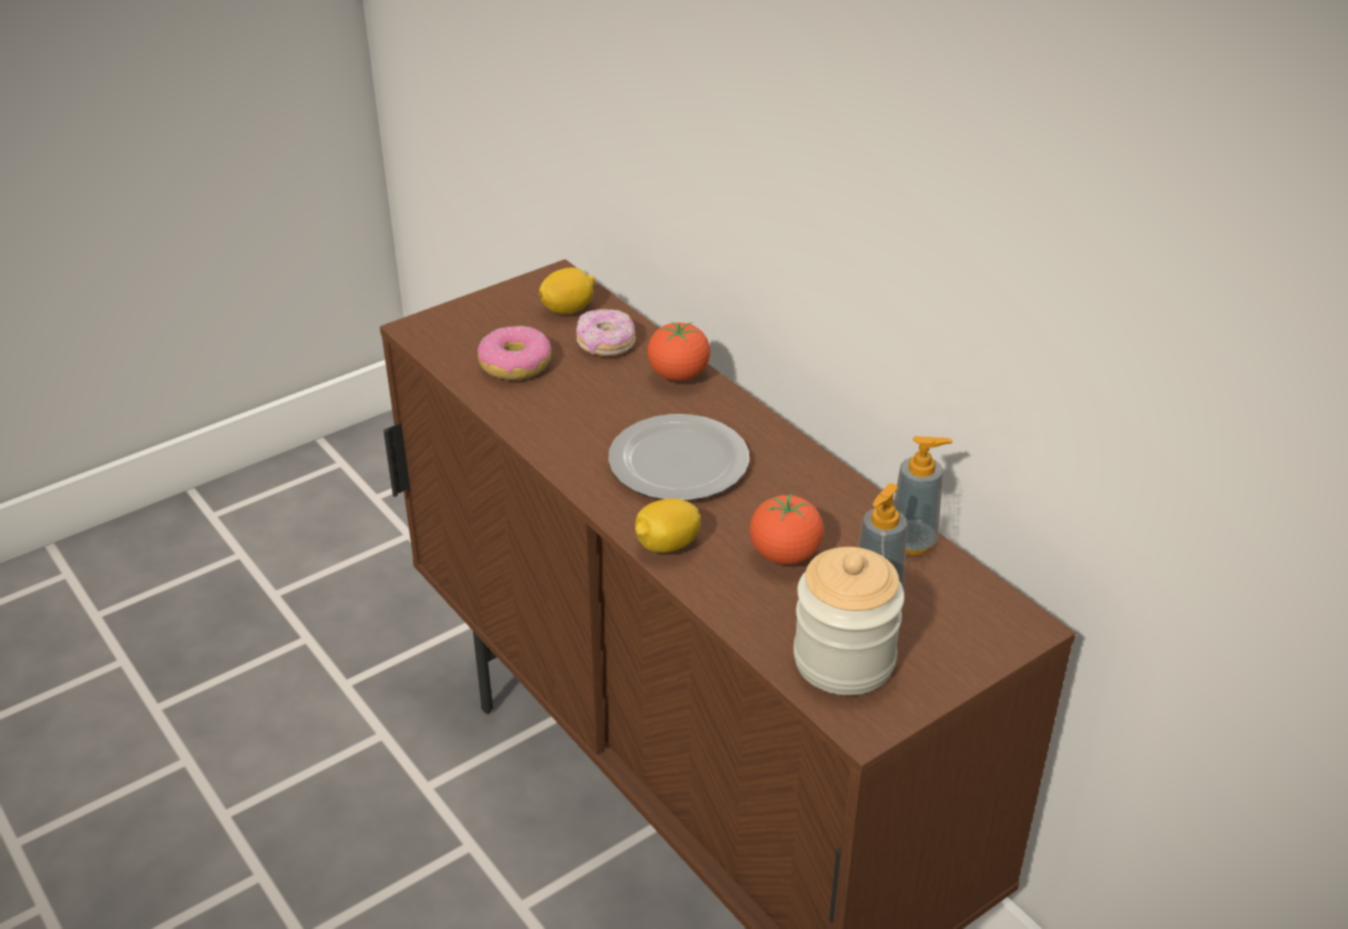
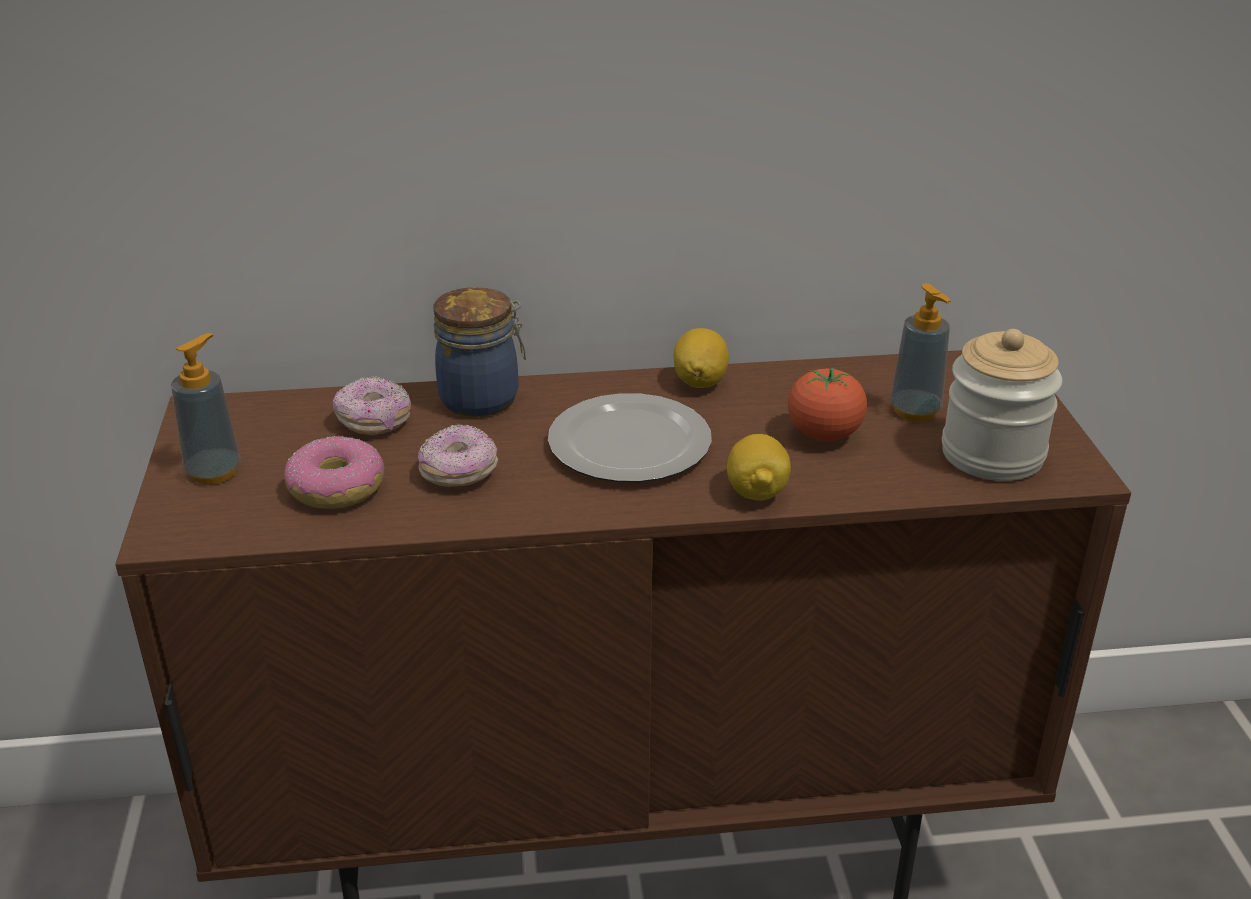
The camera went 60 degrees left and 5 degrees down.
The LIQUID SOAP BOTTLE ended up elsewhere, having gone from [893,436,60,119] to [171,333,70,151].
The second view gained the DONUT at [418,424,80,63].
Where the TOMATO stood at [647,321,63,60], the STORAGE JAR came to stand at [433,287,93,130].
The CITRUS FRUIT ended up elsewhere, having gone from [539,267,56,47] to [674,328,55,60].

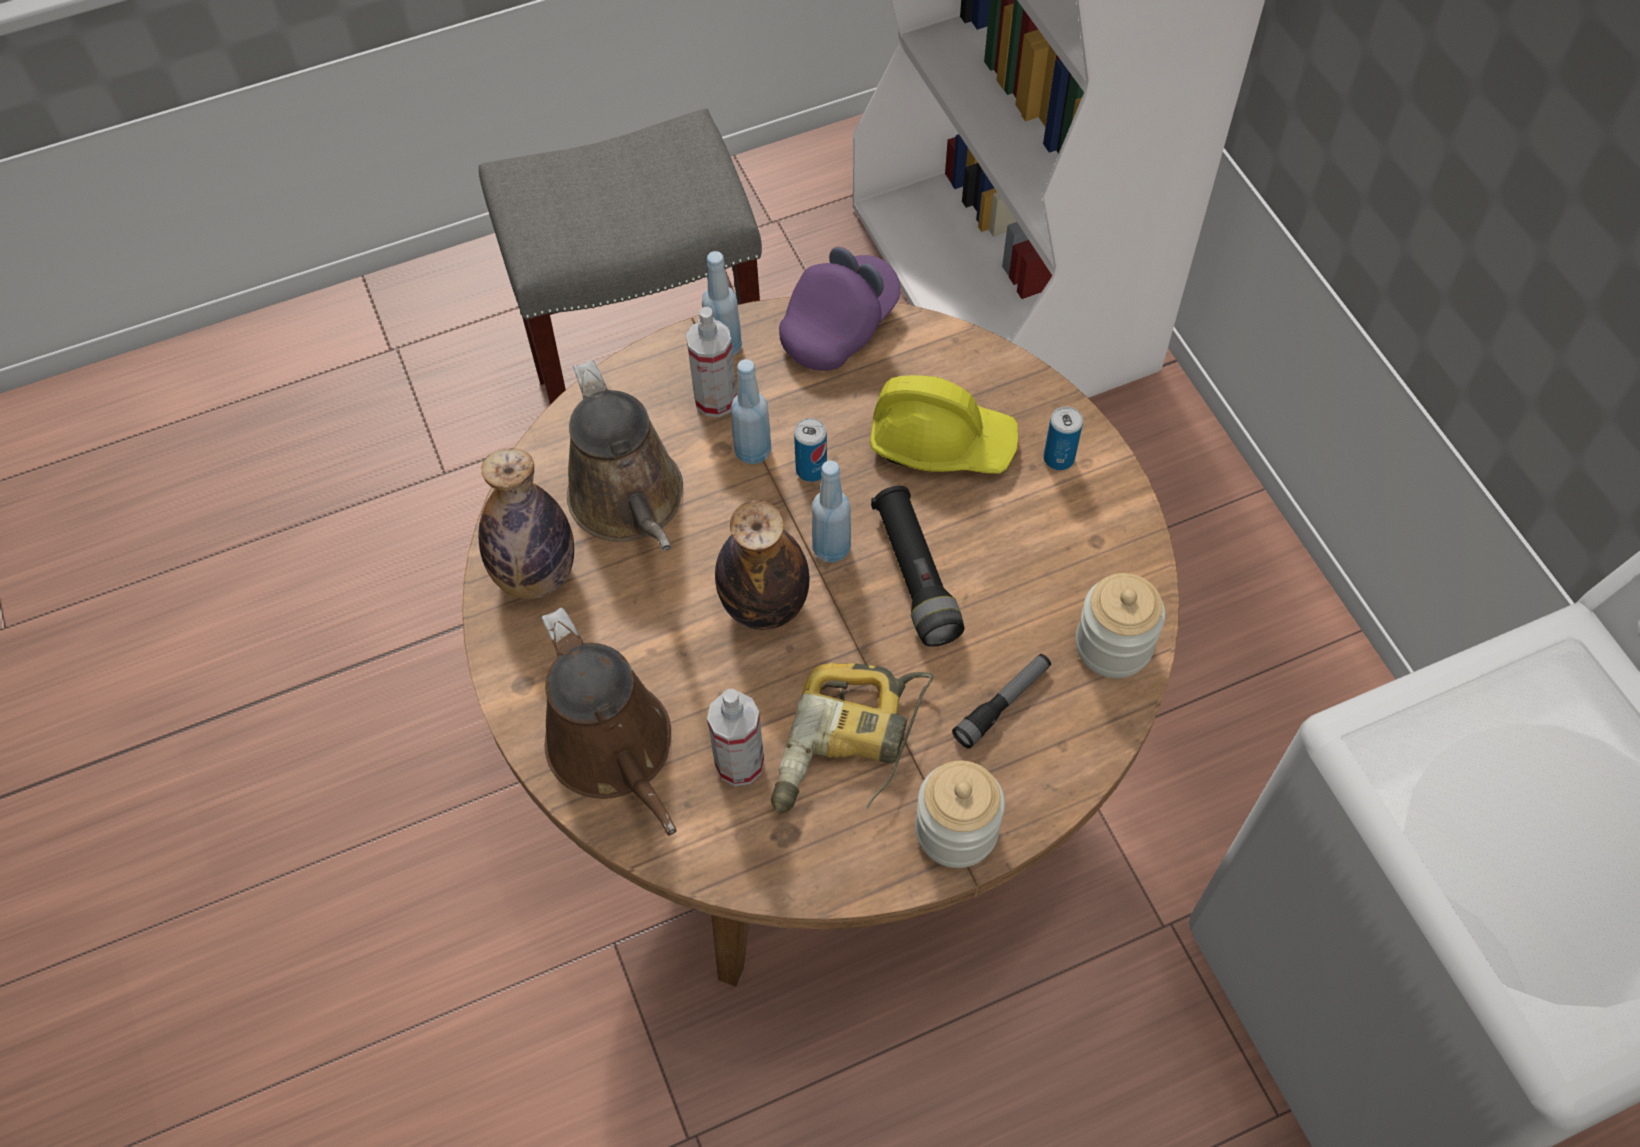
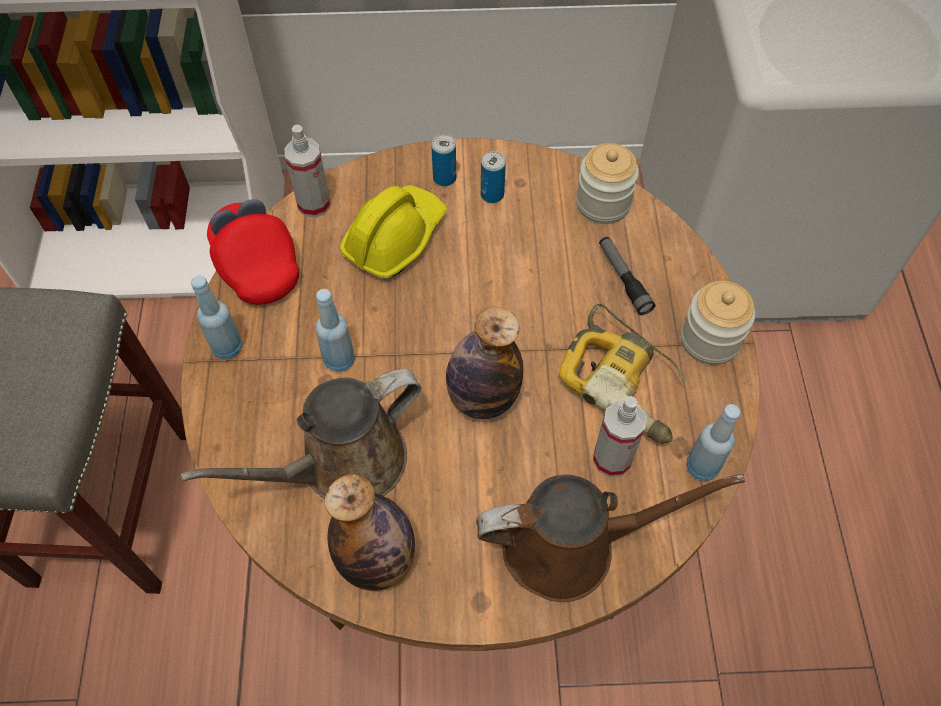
The camera went 70 degrees left and 0 degrees up.
The BROWN SPRINKLING CAN at [567,360,116,191] ended up facing another way, 150 degrees clockwise from before.
What was the PURPLISH CAP at [779,247,121,124] turned into the RED CAP at [207,199,93,106].
The HAND SPRAYER ended up elsewhere, having gone from [686,307,51,110] to [284,125,47,93].
The METAL CAN ended up elsewhere, having gone from [794,418,33,64] to [481,151,25,52].
The BLUE-COLOURED BOTTLE ended up elsewhere, having gone from [812,460,39,103] to [686,404,55,77].
The second view lost the BLACK FLASHLIGHT at [871,486,94,161].

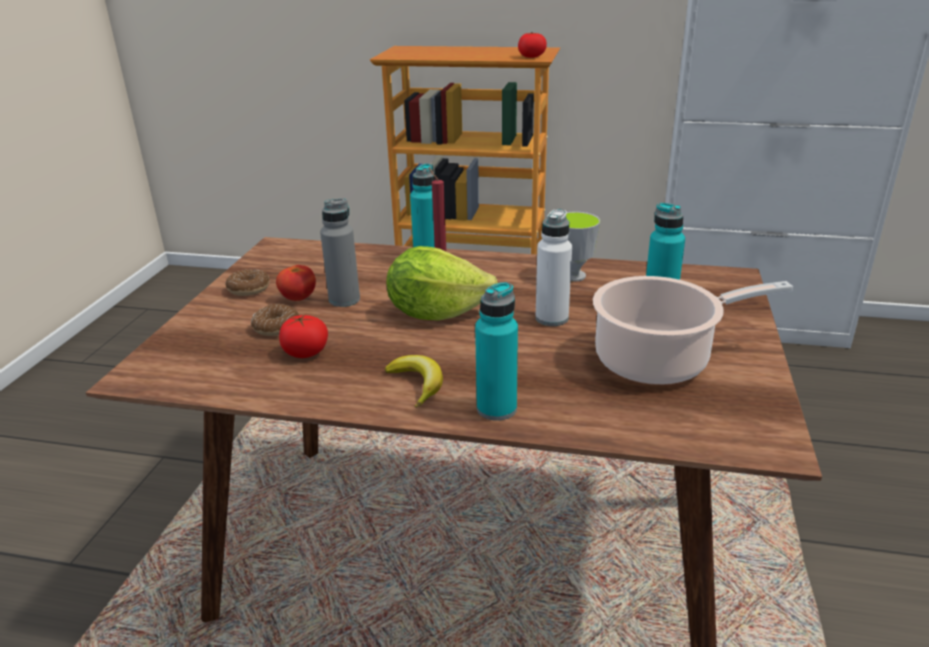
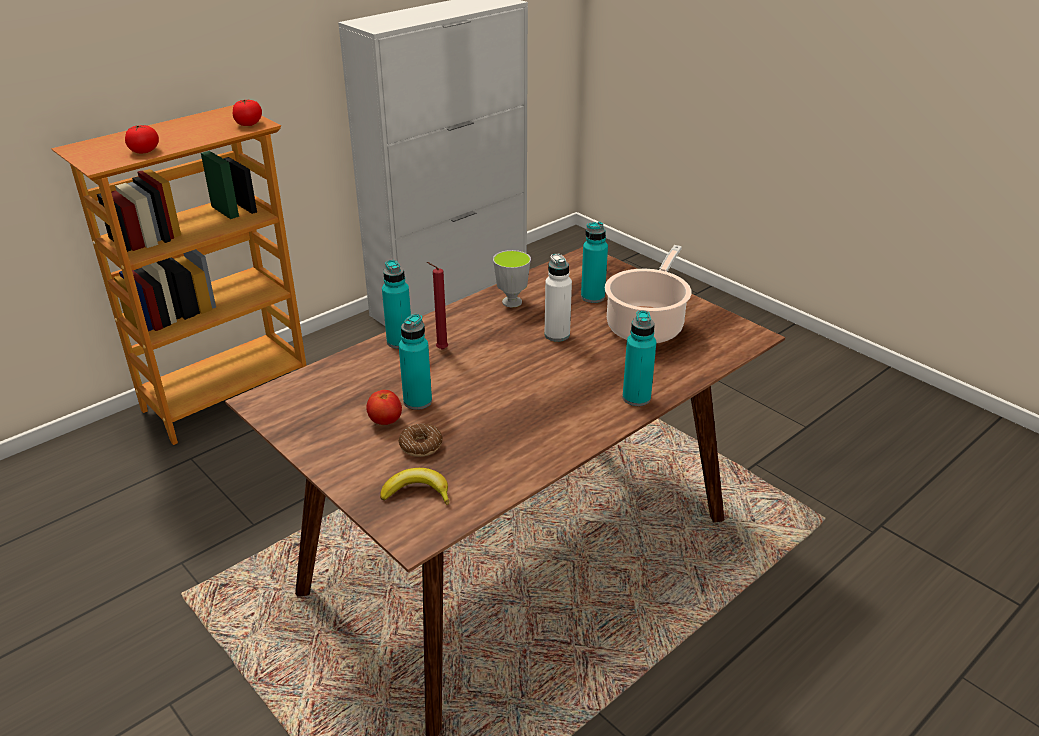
The camera went 55 degrees left and 5 degrees up.
The TOMATO ended up elsewhere, having gone from [279,315,49,43] to [125,125,34,28].
The WHOLE BANANA ended up elsewhere, having gone from [385,355,58,53] to [380,468,69,37].
What was the GRAY BOTTLE at [320,198,40,109] turned into the BLUE-GREEN BOTTLE at [399,314,33,96].
The second view lost the DONUT at [226,270,44,26].
The second view lost the HEAD OF LETTUCE at [386,246,112,75].

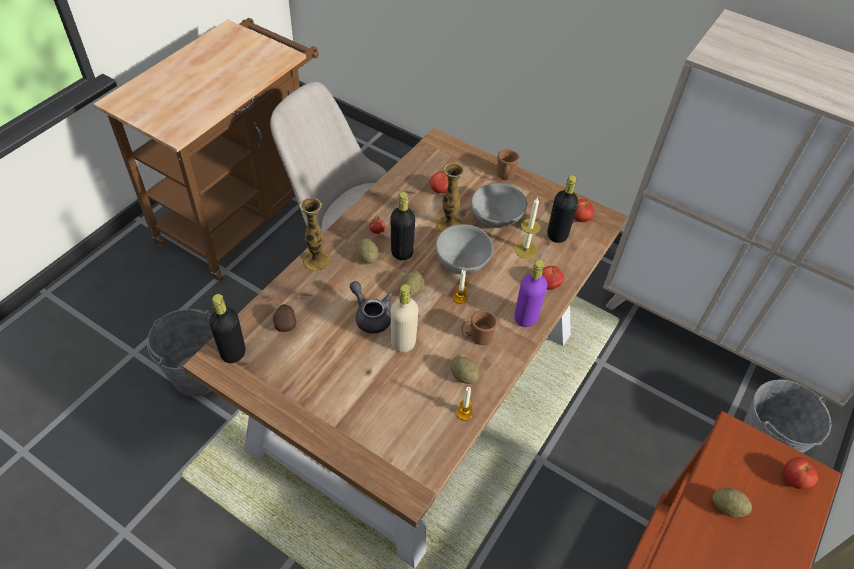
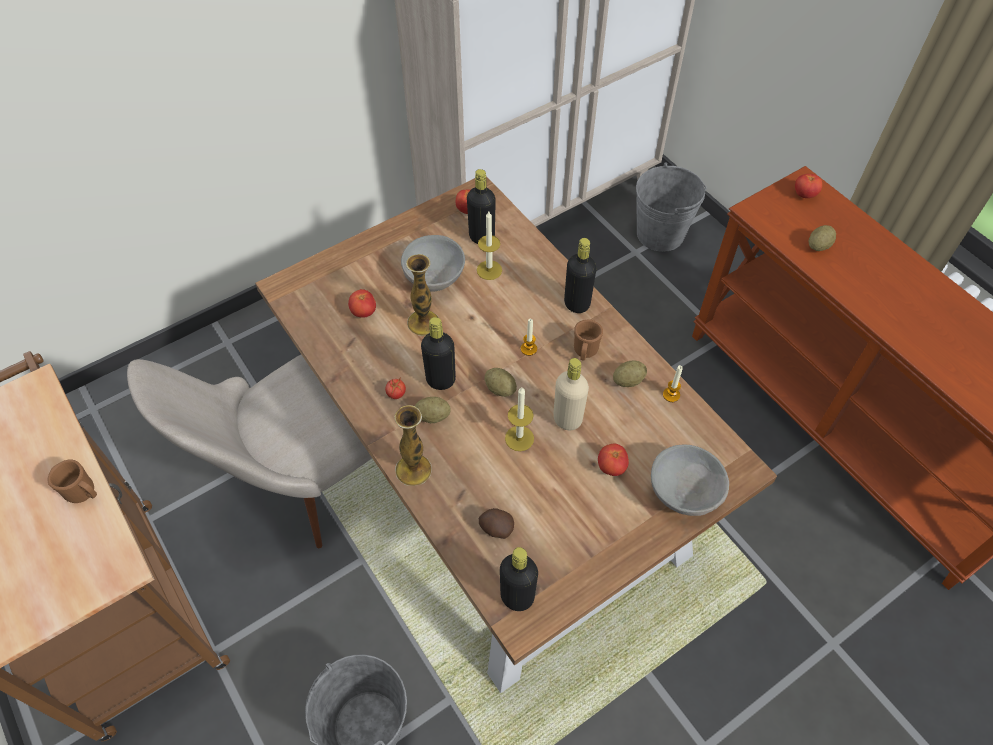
The camera went 65 degrees left and 5 degrees up.
The BROWN MUG ended up elsewhere, having gone from [496,149,23,31] to [47,459,50,44].
Where the GRAY POT FOR TEA stood at [350,281,42,52], the WAX CANDLE came to stand at [505,387,29,64].
What was the PURPLISH BOTTLE at [514,259,33,68] turned into the BLACK BOTTLE at [564,238,32,75].
The TOMATO ended up elsewhere, having gone from [542,266,22,24] to [598,444,31,32].
The GRAY BOWL ended up elsewhere, having gone from [435,224,58,50] to [651,445,78,71].

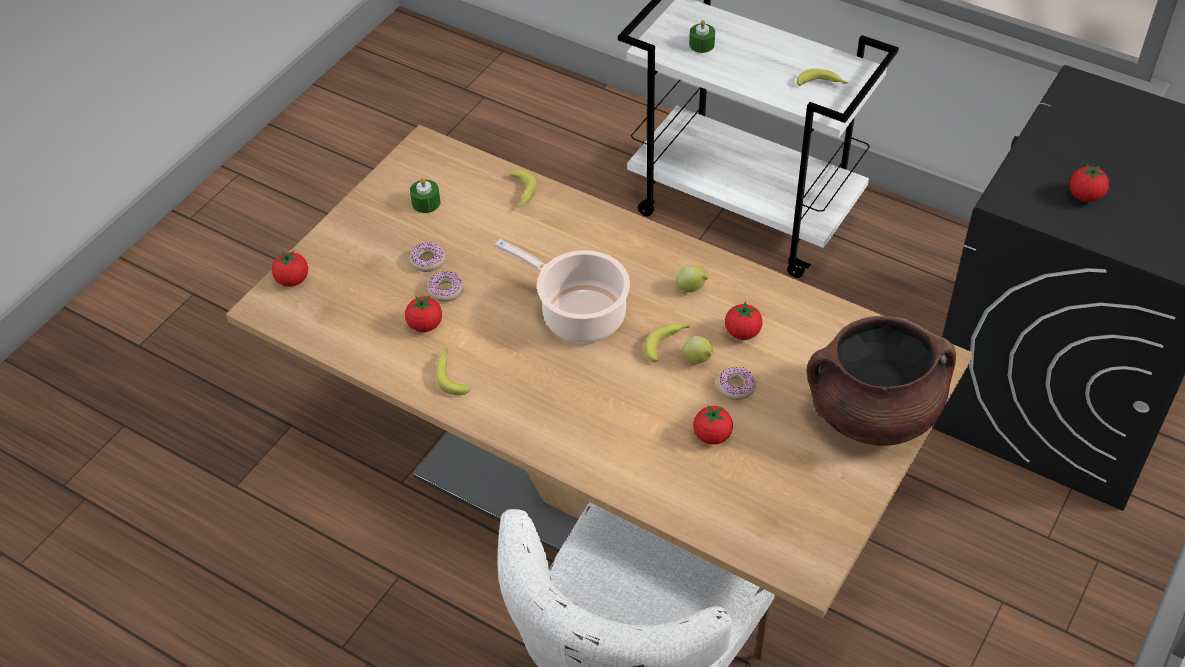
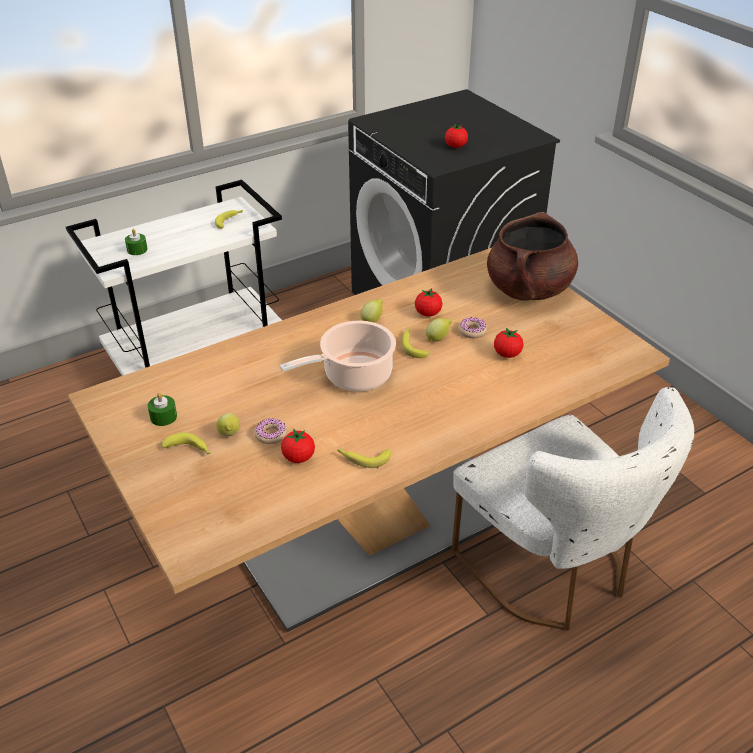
The camera went 65 degrees left and 10 degrees down.
The WHOLE BANANA ended up elsewhere, having gone from [509,169,28,39] to [162,432,49,23].
Where the DONUT stood at [410,243,36,29], the CITRUS FRUIT came to stand at [216,413,24,23].
The second view lost the TOMATO at [272,251,36,36].

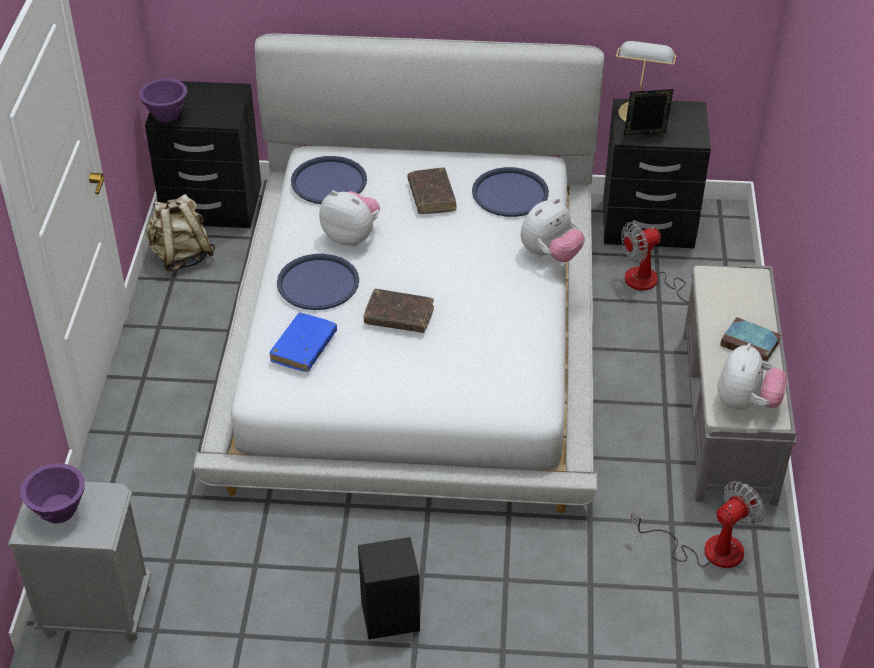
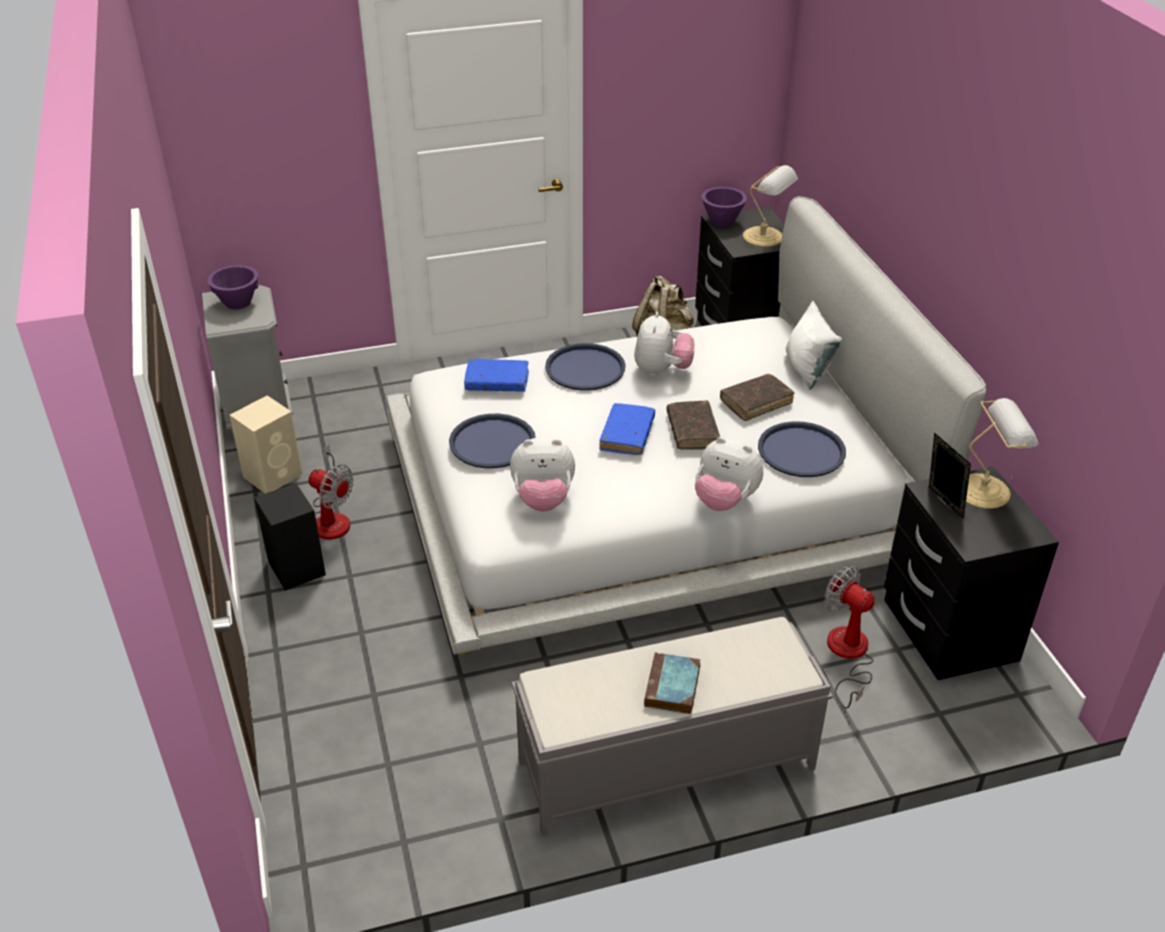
The camera went 70 degrees right and 5 degrees down.
The second view gained the BEIGE LOUDSPEAKER at [230,395,73,98].
The COOLING FAN ended up elsewhere, having gone from [631,481,134,87] to [308,444,46,95].
The BLUE-COLOURED TRAY ended up elsewhere, having gone from [291,156,76,48] to [449,414,87,54].
The SOFT TOY ended up elsewhere, having gone from [718,343,69,67] to [510,437,65,75].
The second view gained the BLUE-COLOURED BOUND BOOK at [599,403,56,52].
The BROWN BOUND BOOK ended up elsewhere, having gone from [363,289,71,44] to [667,400,53,50].
The second view gained the LAMP FOR A TABLE at [743,165,55,82].
The second view gained the WHITISH THROW PILLOW at [786,301,56,89].

